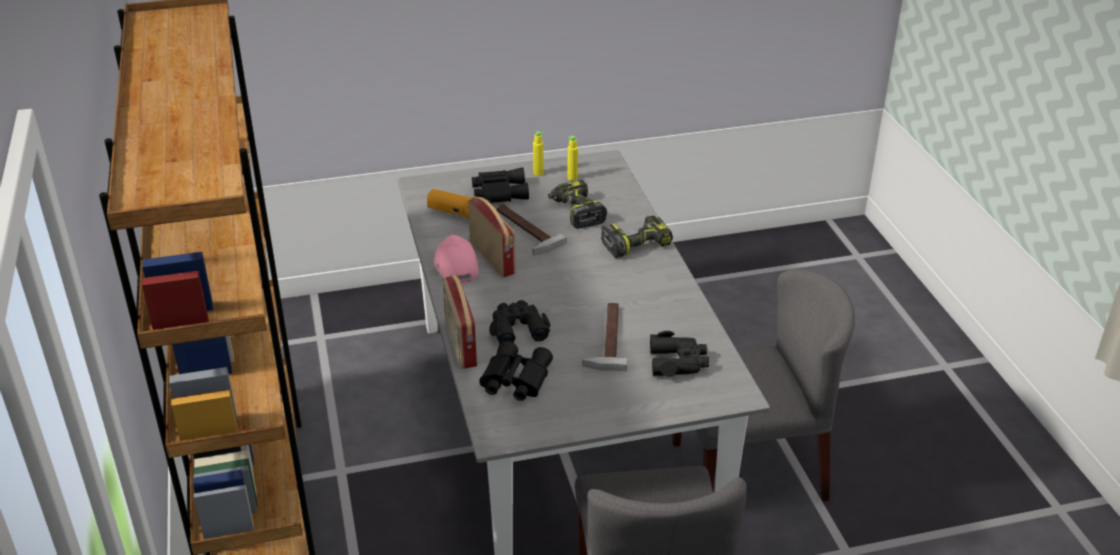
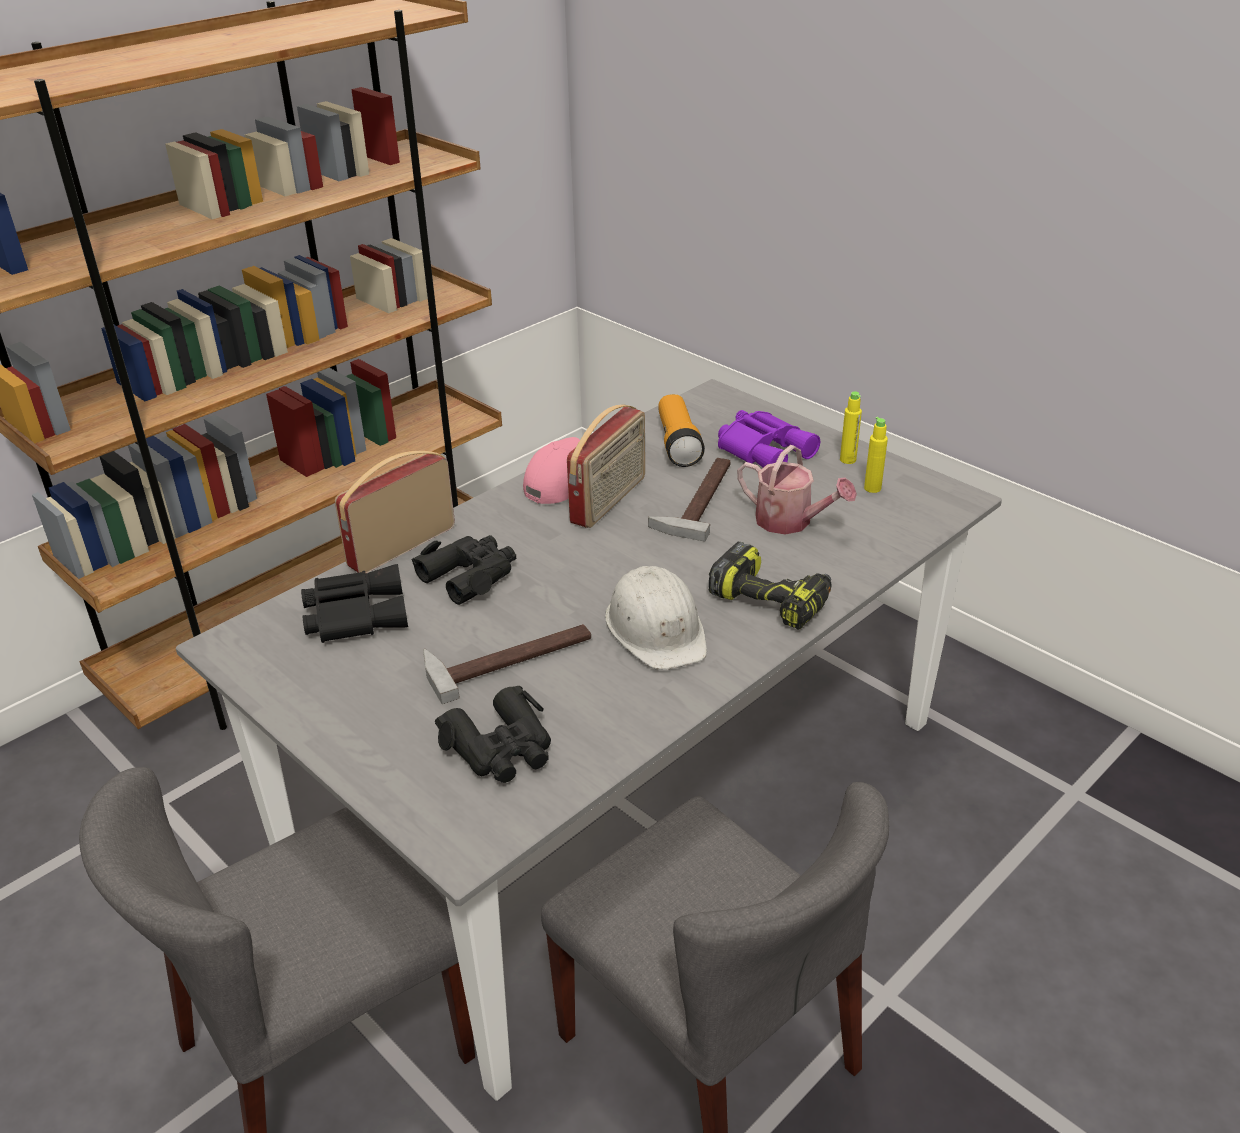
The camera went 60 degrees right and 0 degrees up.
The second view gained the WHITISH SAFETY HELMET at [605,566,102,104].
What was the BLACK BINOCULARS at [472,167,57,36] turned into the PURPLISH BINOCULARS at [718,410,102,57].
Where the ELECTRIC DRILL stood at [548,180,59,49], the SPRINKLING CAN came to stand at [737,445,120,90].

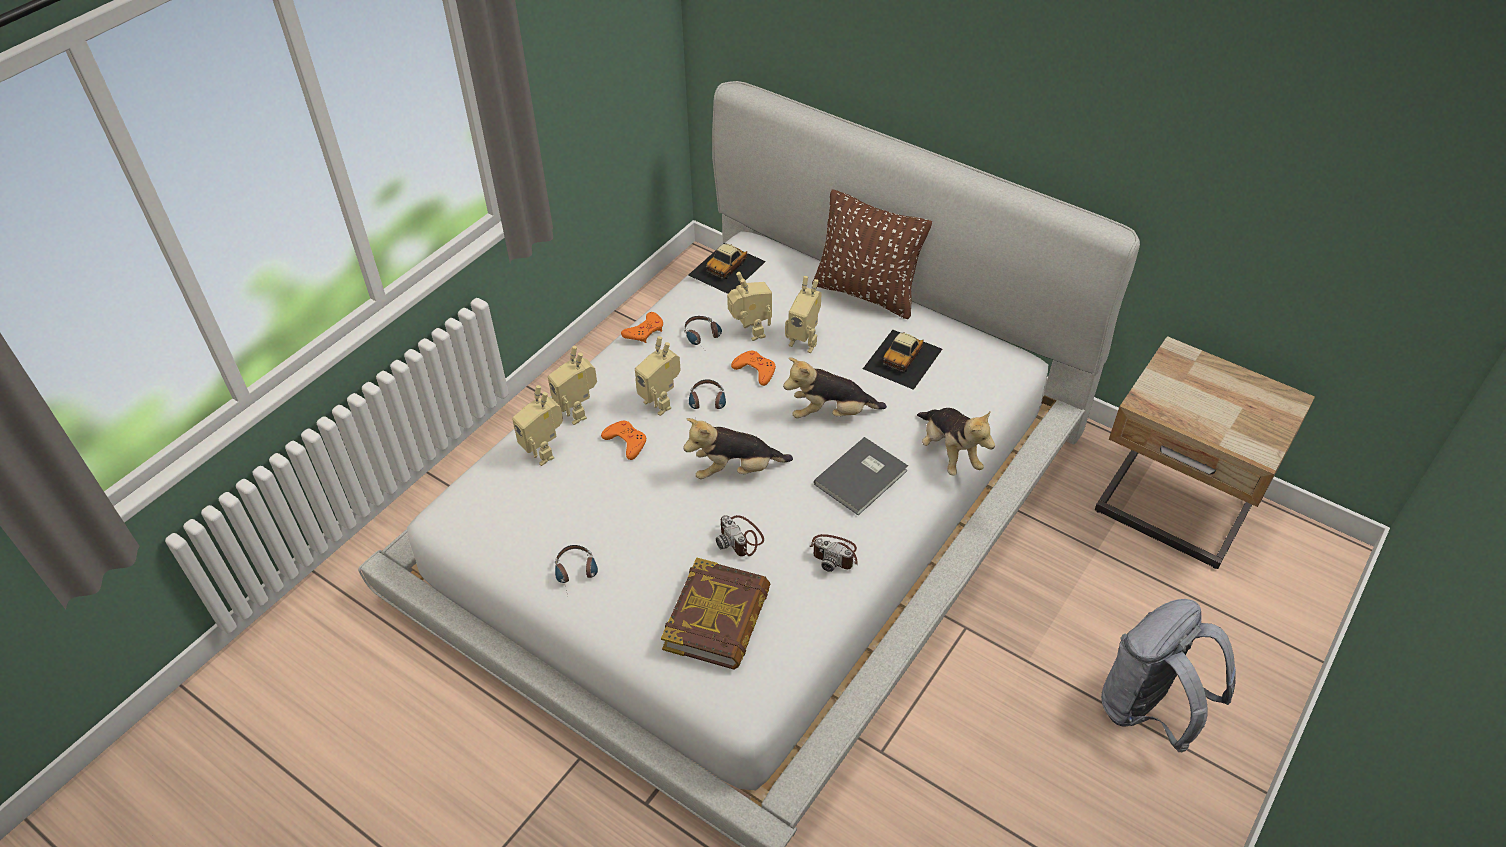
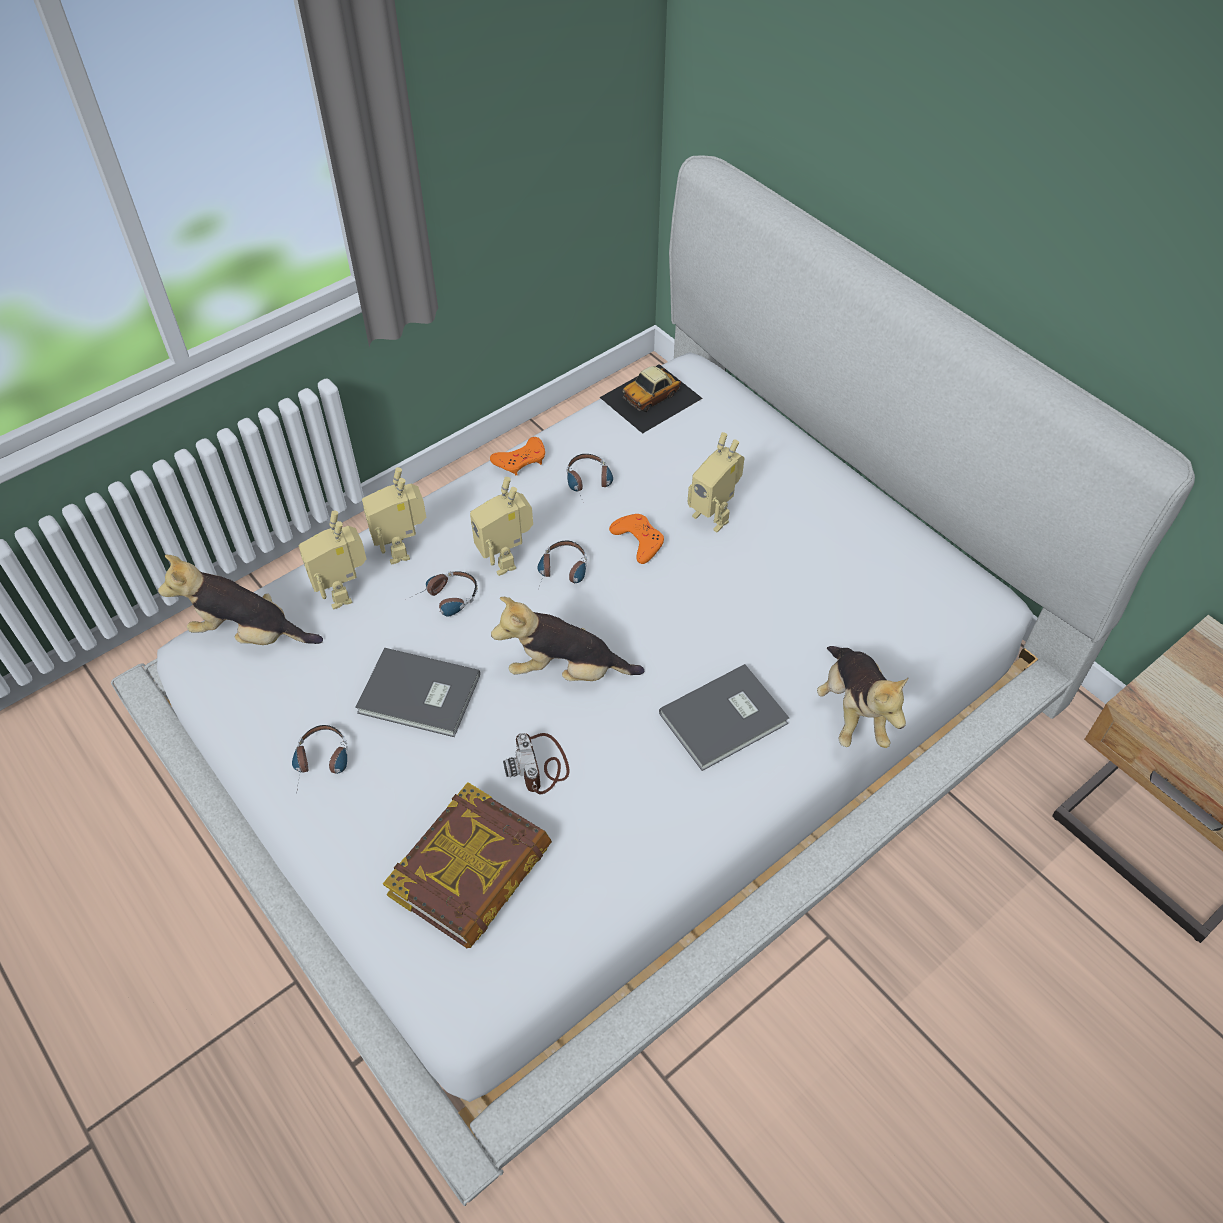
The camera went 15 degrees right and 5 degrees up.
The SOFT TOY ended up elsewhere, having gone from [783,358,104,60] to [158,555,165,90].
The second view gained the GRAY BOUND BOOK at [355,648,125,89].
Where the ORANGEY JOYPAD stood at [601,421,45,39], the HEADPHONES came to stand at [418,571,60,45].
The second view lost the ROBOT FIGURE at [727,272,45,69].
The second view lost the PHOTO CAMERA at [810,534,48,38].
The second view lost the BROWN THROW PILLOW at [812,190,120,129].
The second view lost the TOY CAR at [863,330,79,60].
The second view lost the GRAY KNAPSACK at [1101,599,135,153].

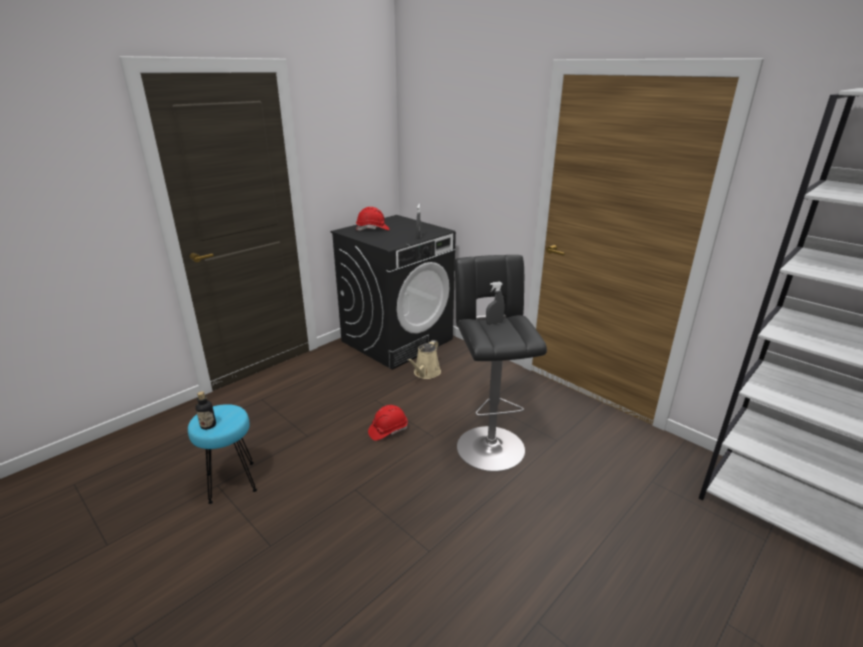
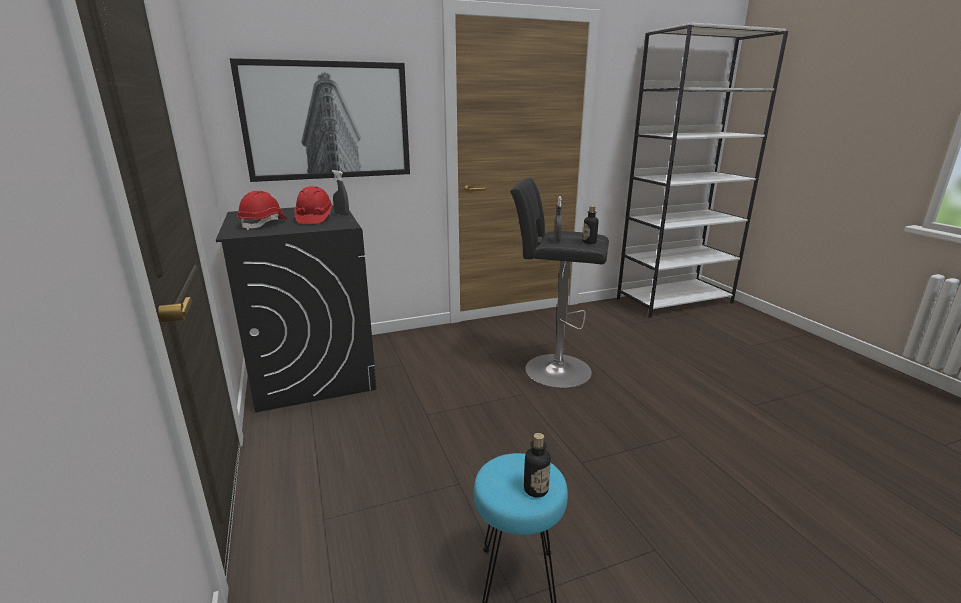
The camera went 65 degrees left and 5 degrees down.
The second view gained the WALL PICTURE at [230,58,180,124].
The RED SAFETY HELMET ended up elsewhere, having gone from [368,405,40,36] to [294,186,39,38].
The second view gained the BOTTLE at [583,206,16,38].
The second view lost the BEIGE SPRINKLING CAN at [407,340,34,39].

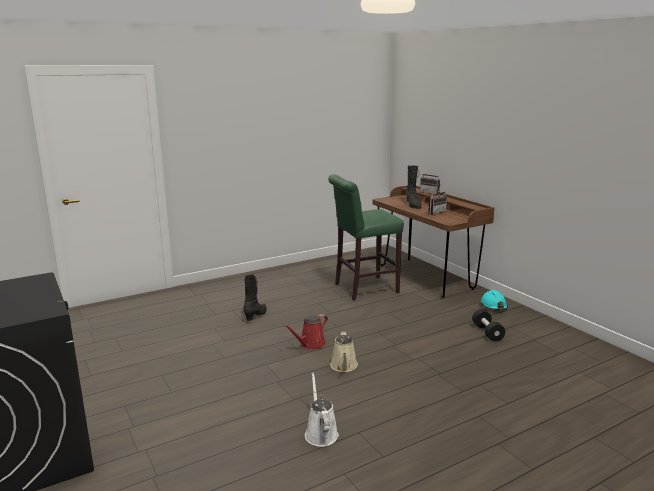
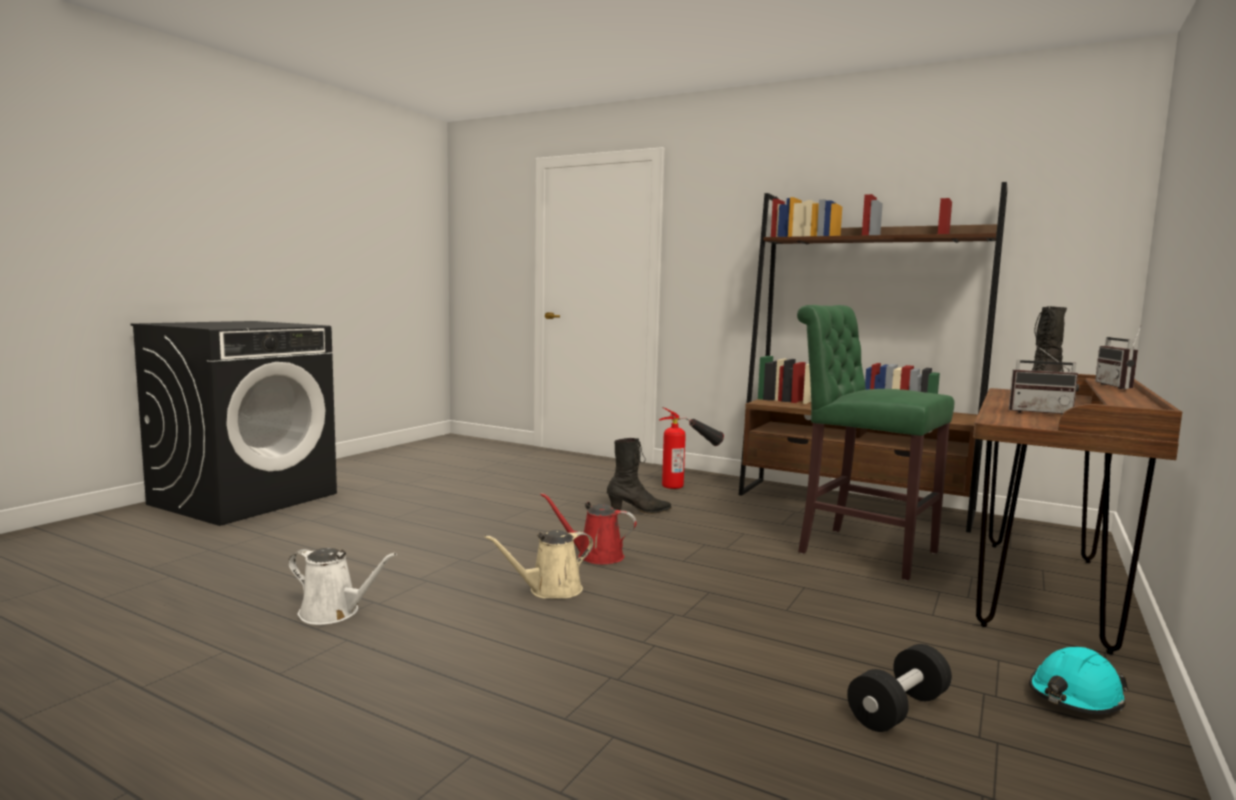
The camera went 60 degrees right and 10 degrees down.
The WHITISH SPRINKLING CAN at [305,373,33,74] ended up facing another way, 60 degrees clockwise from before.
The second view gained the FIRE EXTINGUISHER at [659,407,65,82].
The second view gained the BROWN BOOKCASE at [739,182,269,351].

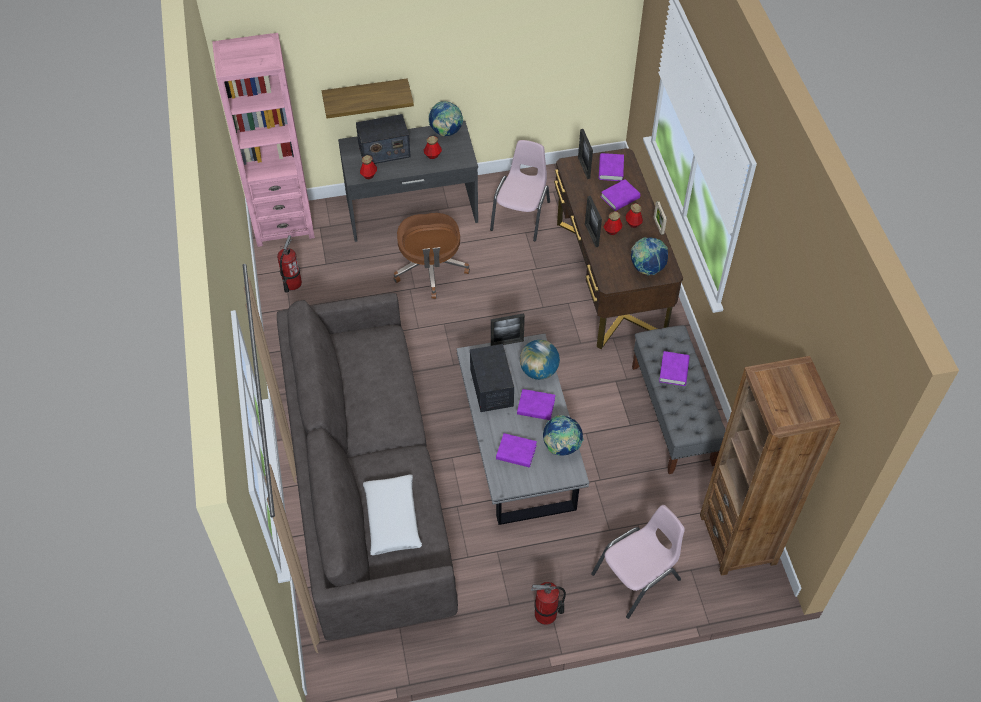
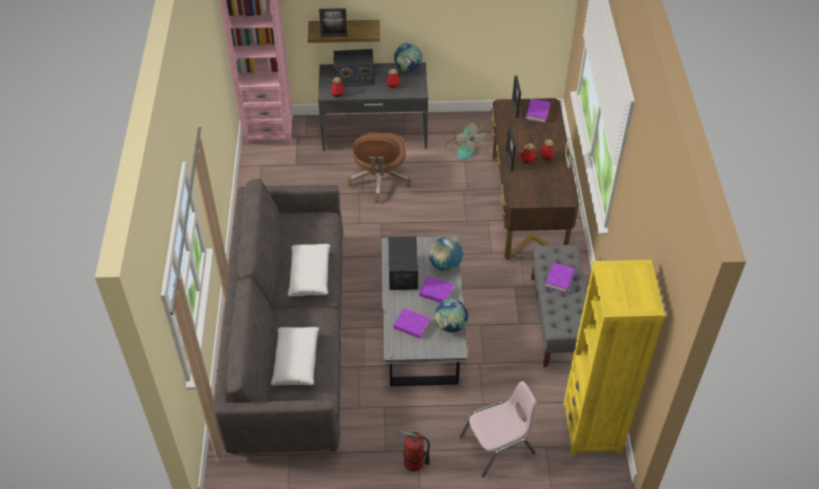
The camera went 10 degrees right and 5 degrees down.
The second view gained the WHITISH THROW PILLOW at [288,244,42,52].
The PHOTO FRAME ended up elsewhere, having gone from [491,313,34,33] to [319,8,28,29].
Where the PINK-COLOURED CHAIR stood at [490,140,60,102], the COOLING FAN came to stand at [445,122,42,38].
What was the BROWN BOOKCASE at [700,356,141,220] turned into the YELLOW BOOKCASE at [563,260,102,196].
The second view lost the FIRE EXTINGUISHER at [277,235,25,58].
The second view lost the PURPLISH BOUND BOOK at [601,179,39,32].
The second view lost the DESK GLOBE at [631,237,37,39].

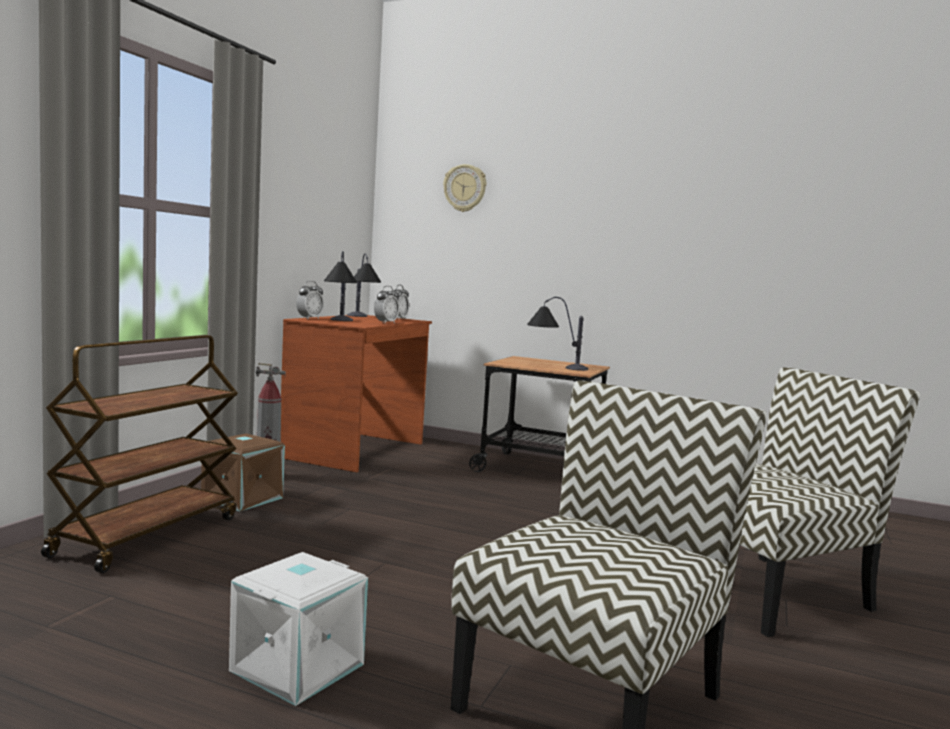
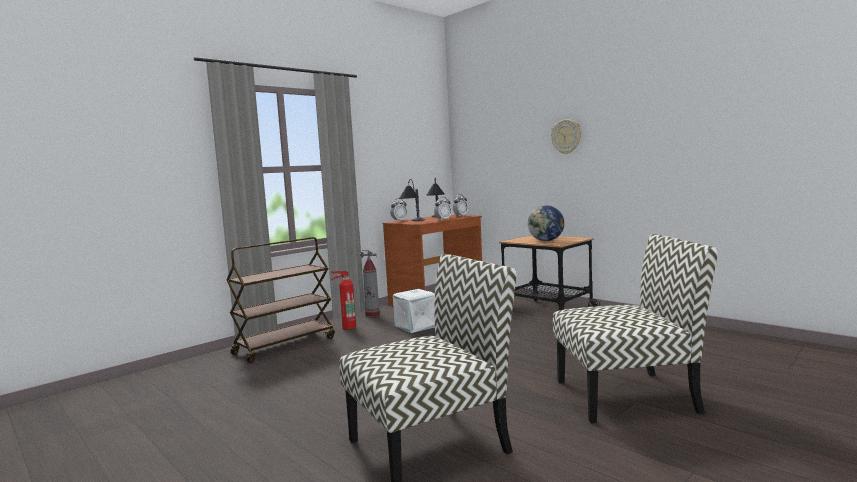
The camera went 25 degrees right and 0 degrees up.
Where the BROWN STORAGE BIN stood at [201,434,84,77], the FIRE EXTINGUISHER came to stand at [331,271,25,58].
The WHITISH STORAGE BIN ended up elsewhere, having gone from [229,552,139,154] to [393,289,42,44].
Where the LAMP FOR A TABLE stood at [527,297,62,74], the DESK GLOBE came to stand at [528,205,37,36].
The CLOCK ON THE WALL ended up elsewhere, having gone from [443,164,43,48] to [551,119,30,35].

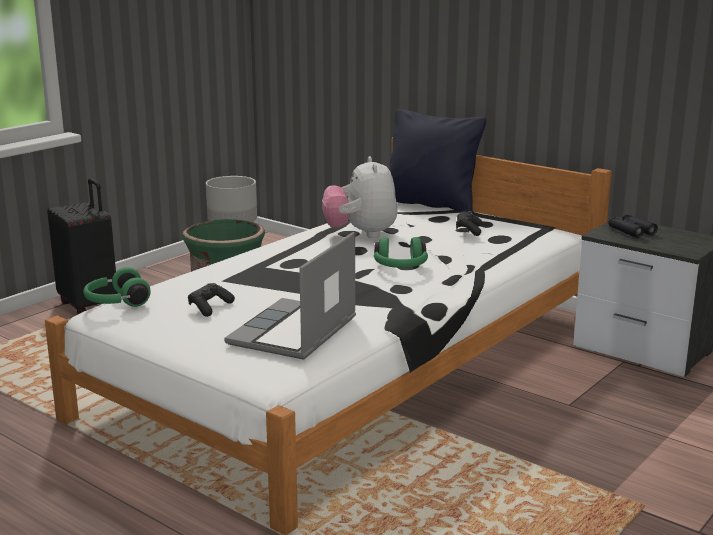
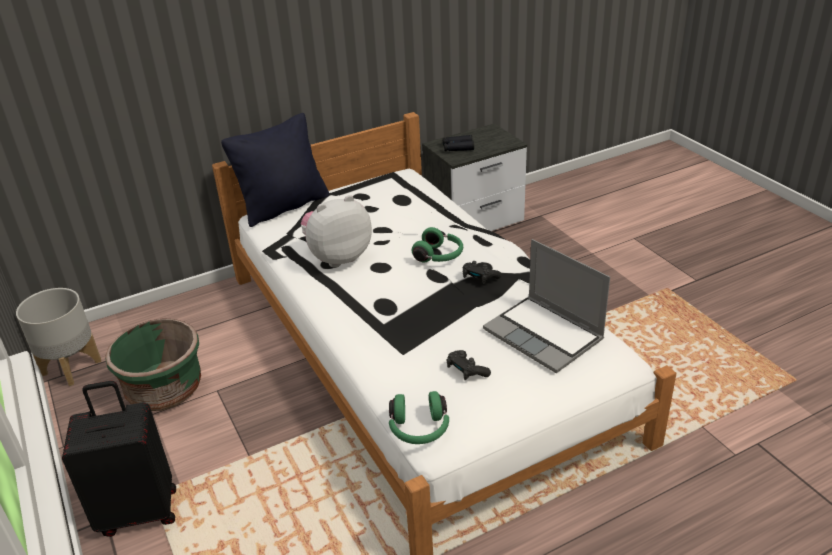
The camera went 65 degrees left and 15 degrees up.
The SOFT TOY at [322,156,75,82] ended up facing another way, 135 degrees clockwise from before.
The BLACK JOYPAD ended up elsewhere, having gone from [456,211,26,25] to [463,261,38,23].

